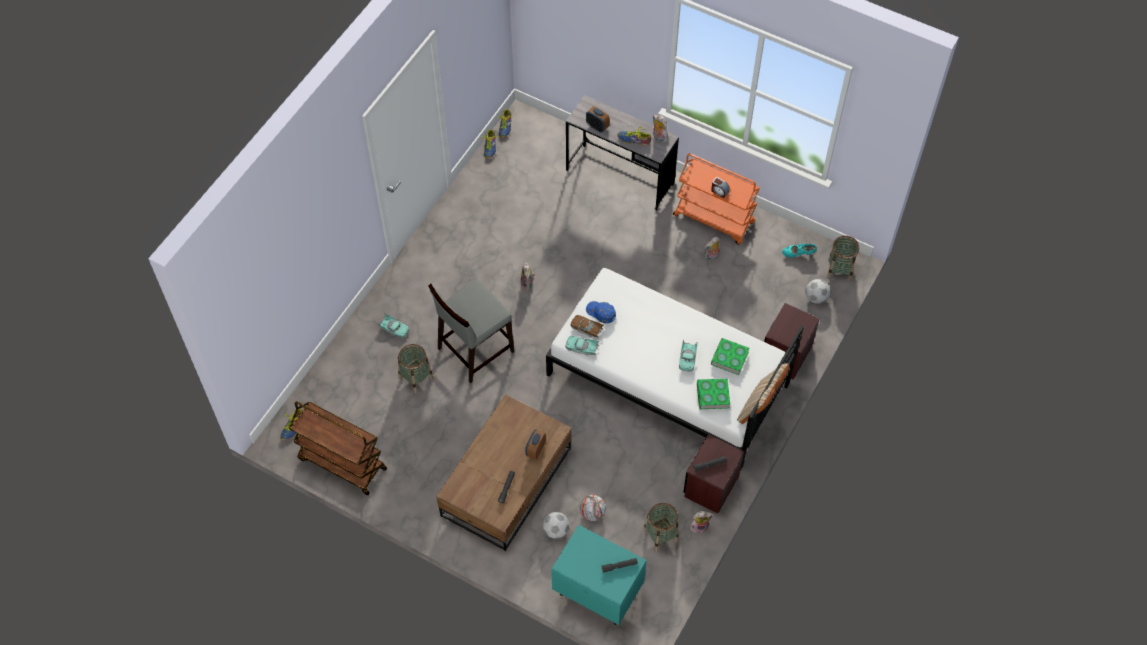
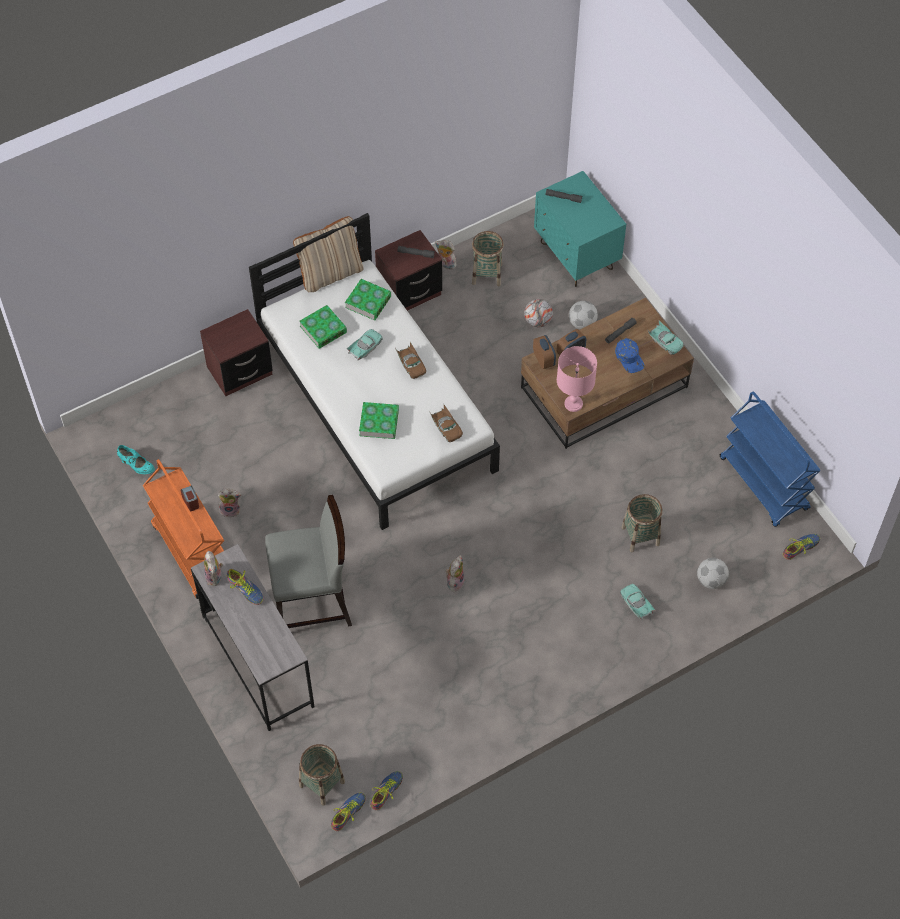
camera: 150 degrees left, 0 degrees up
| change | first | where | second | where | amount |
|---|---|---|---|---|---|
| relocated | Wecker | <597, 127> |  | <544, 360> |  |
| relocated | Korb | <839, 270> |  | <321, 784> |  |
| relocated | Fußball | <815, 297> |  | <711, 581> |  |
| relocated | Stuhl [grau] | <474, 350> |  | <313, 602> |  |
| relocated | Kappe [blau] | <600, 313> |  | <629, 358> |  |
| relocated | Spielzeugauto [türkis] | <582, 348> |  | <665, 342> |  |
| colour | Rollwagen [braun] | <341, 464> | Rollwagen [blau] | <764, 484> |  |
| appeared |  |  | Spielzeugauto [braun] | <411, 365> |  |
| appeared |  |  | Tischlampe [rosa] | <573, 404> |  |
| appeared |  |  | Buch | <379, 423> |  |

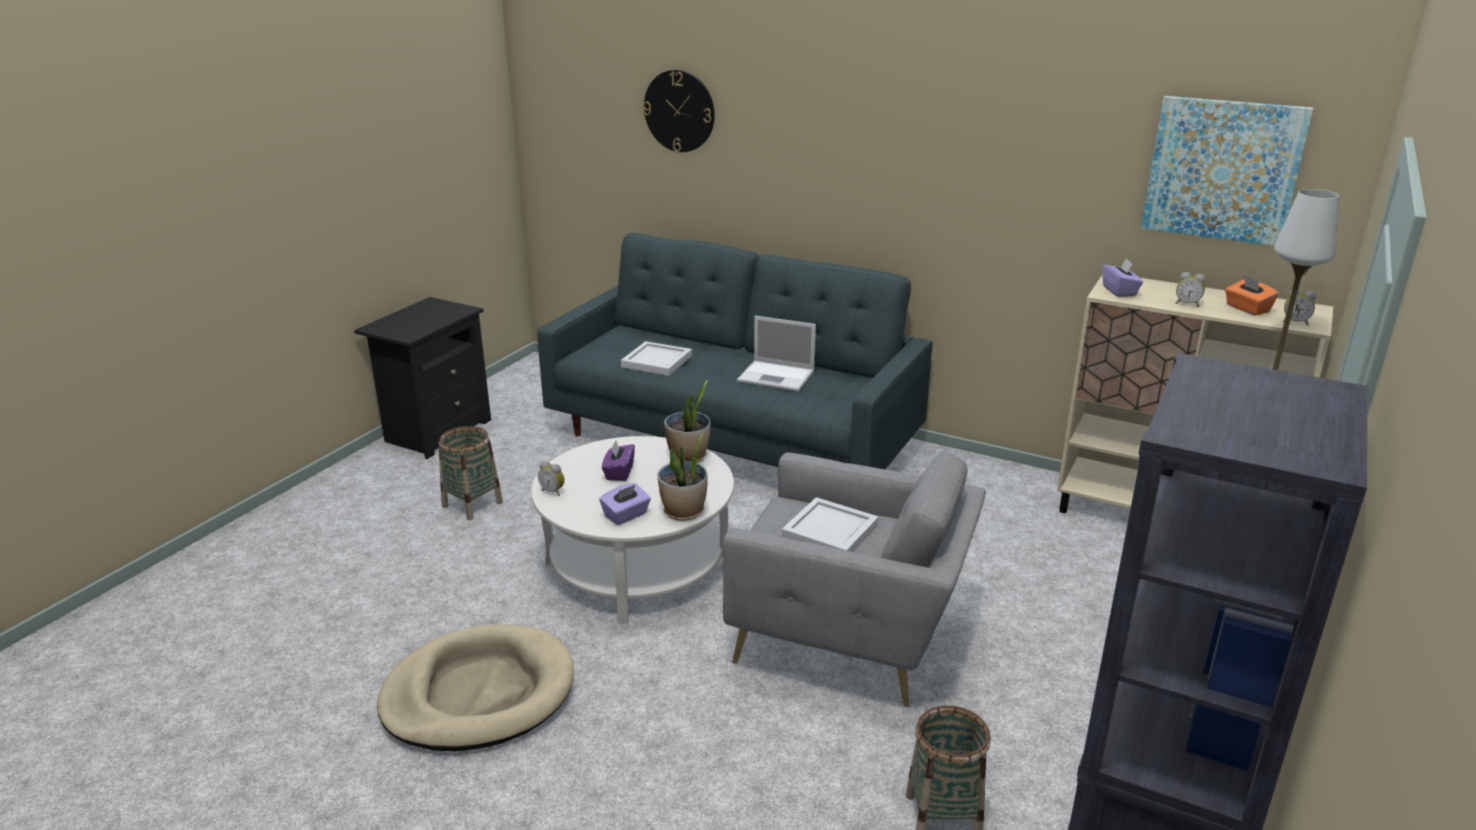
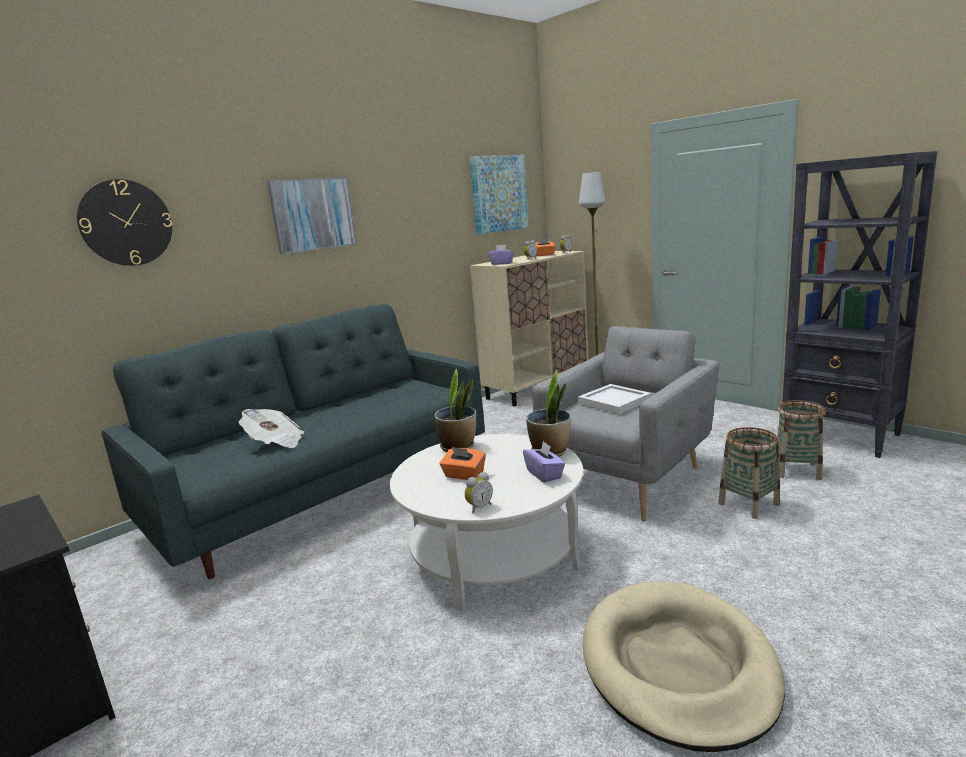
camera: 70 degrees left, 10 degrees down
| change | first | where | second | where | amount |
|---|---|---|---|---|---|
| missing | Laptop | <777, 376> |  |  |  |
| exchanged | Tablett [weiß] | <657, 362> | Zeitung | <275, 442> |  |
| relocated | Korb | <472, 504> |  | <748, 504> |  |
| colour | Taschentuchbox [lila] | <619, 472> | Taschentuchbox [orange] | <464, 475> |  |
| appeared |  |  | Bild | <313, 214> |  |

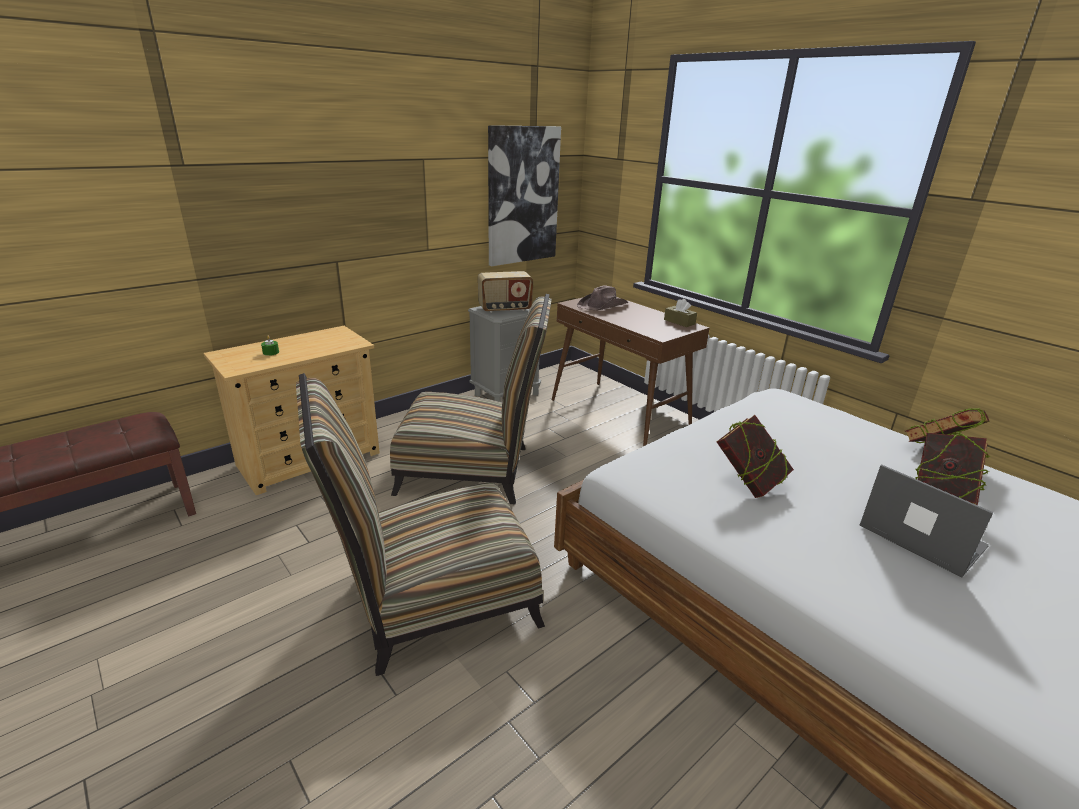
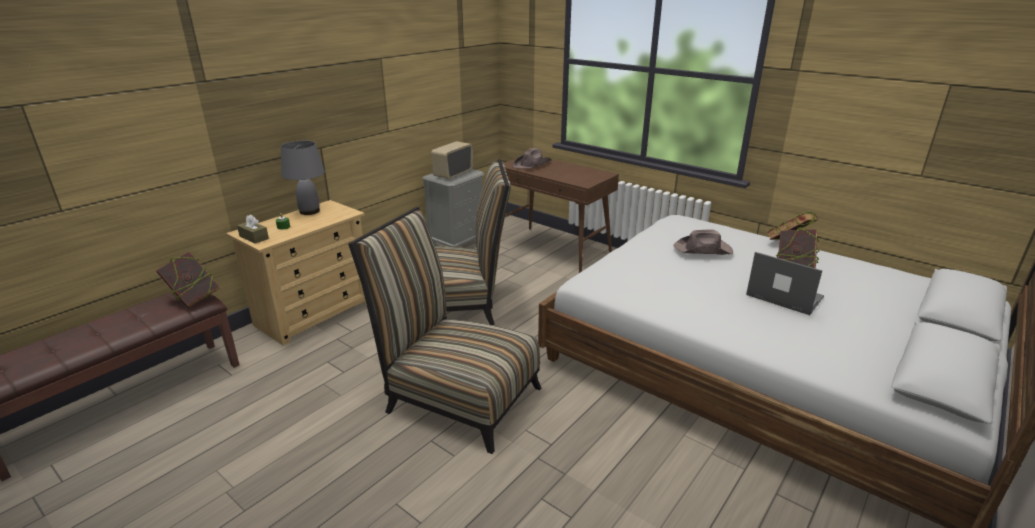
camera: 10 degrees left, 0 degrees up
| change | first | where | second | where | amount |
|---|---|---|---|---|---|
| missing | Bild | <522, 196> |  |  |  |
| spun | Radio | <505, 309> |  | <453, 174> | 150 degrees clockwise |
| relocated | Taschentuchbox [braun] | <679, 322> |  | <254, 237> |  |
| spun | Stuhl | <432, 600> |  | <456, 396> | 60 degrees clockwise |
| relocated | Buch | <748, 483> |  | <194, 299> |  |
| appeared |  |  | Tischlampe [grau] | <310, 211> |  |
| appeared |  |  | Hut [braun] | <703, 250> |  |

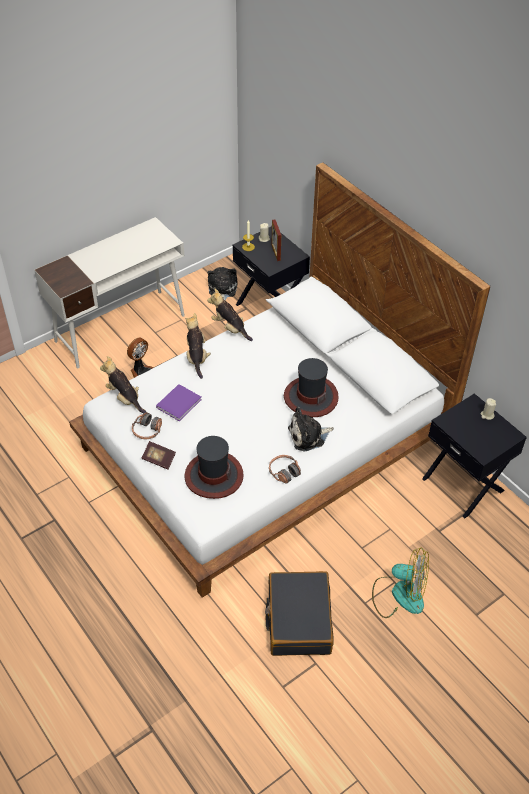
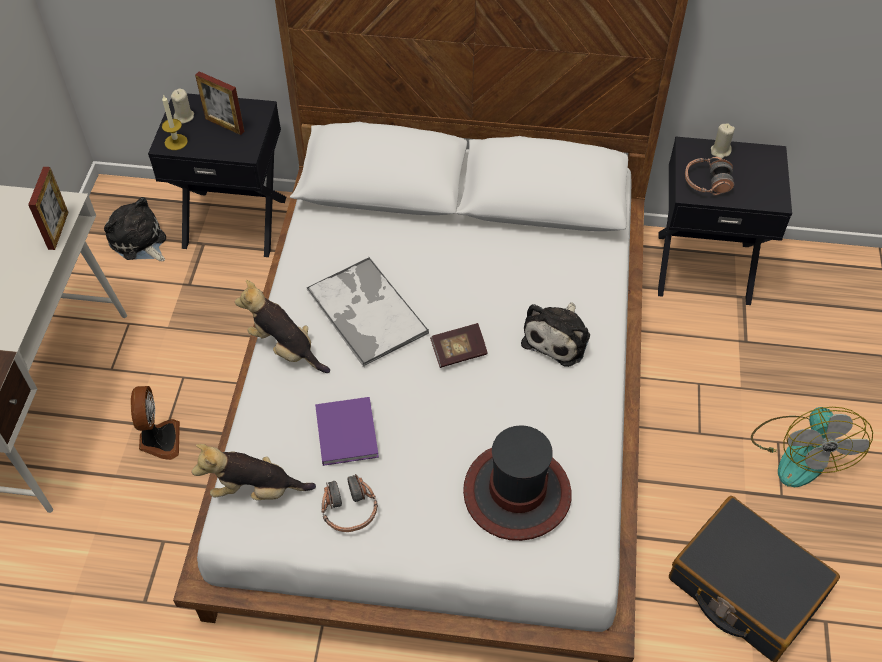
camera: 45 degrees left, 5 degrees up
| change | first | where | second | where | amount |
|---|---|---|---|---|---|
| missing | Plüschtier | <230, 328> |  |  |  |
| missing | Hut | <310, 397> |  |  |  |
| relocated | Buch | <159, 459> |  | <458, 352> |  |
| relocated | Kopfhörer | <284, 472> |  | <707, 183> |  |
| spun | Ventilator | <399, 594> |  | <799, 451> | 120 degrees clockwise |
| appeared |  |  | Bilderrahmen | <58, 230> |  |
| appeared |  |  | Tablett | <366, 311> |  |

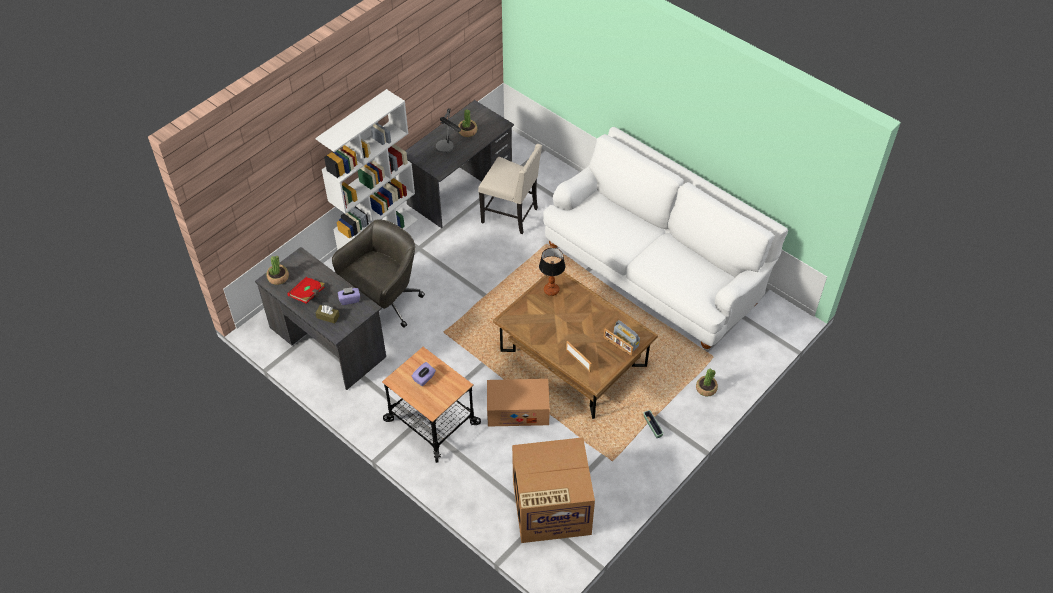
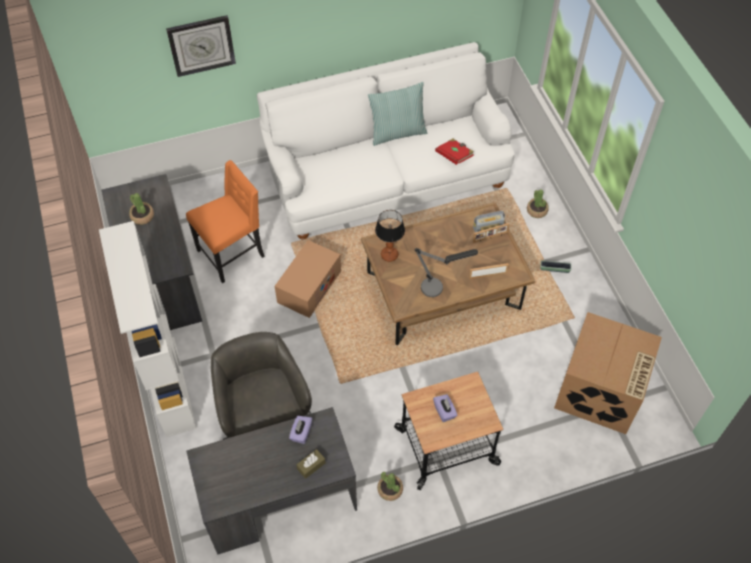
camera: 60 degrees left, 5 degrees up
| change | first | where | second | where | amount |
|---|---|---|---|---|---|
| relocated | Tischlampe | <447, 150> |  | <438, 287> |  |
| colour | Stuhl [beige] | <511, 215> | Stuhl [orange] | <232, 253> |  |
| relocated | Topfpflanze | <278, 277> |  | <390, 489> |  |
| relocated | Buch [rot] | <308, 294> |  | <454, 156> |  |
| relocated | Karton | <518, 410> |  | <309, 286> |  |
| appeared |  |  | Wanduhr | <201, 45> |  |
| appeared |  |  | Kissen | <397, 132> |  |

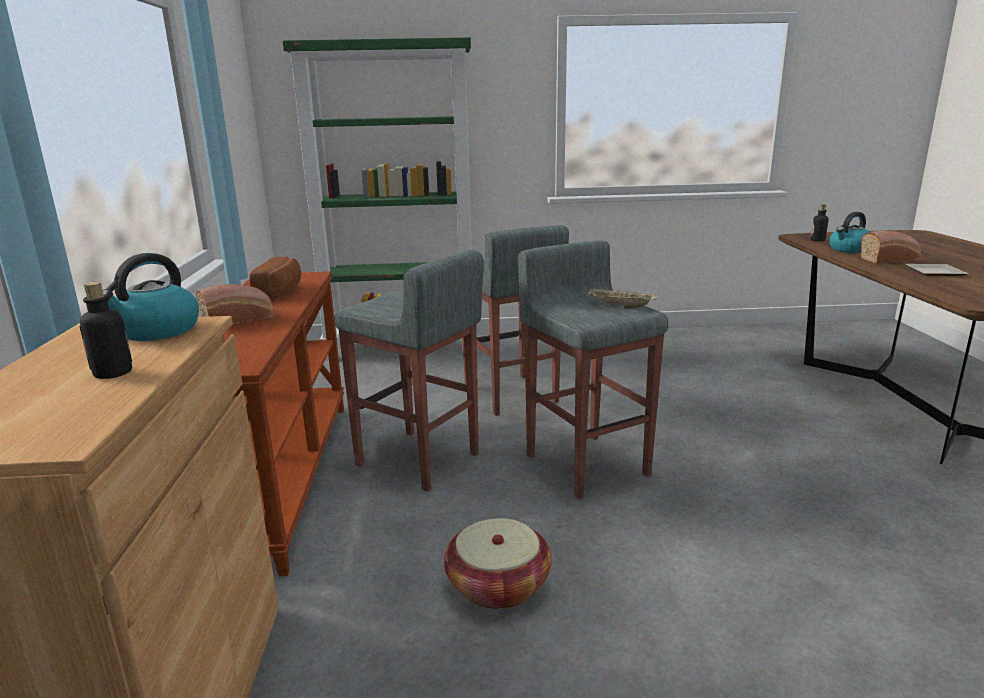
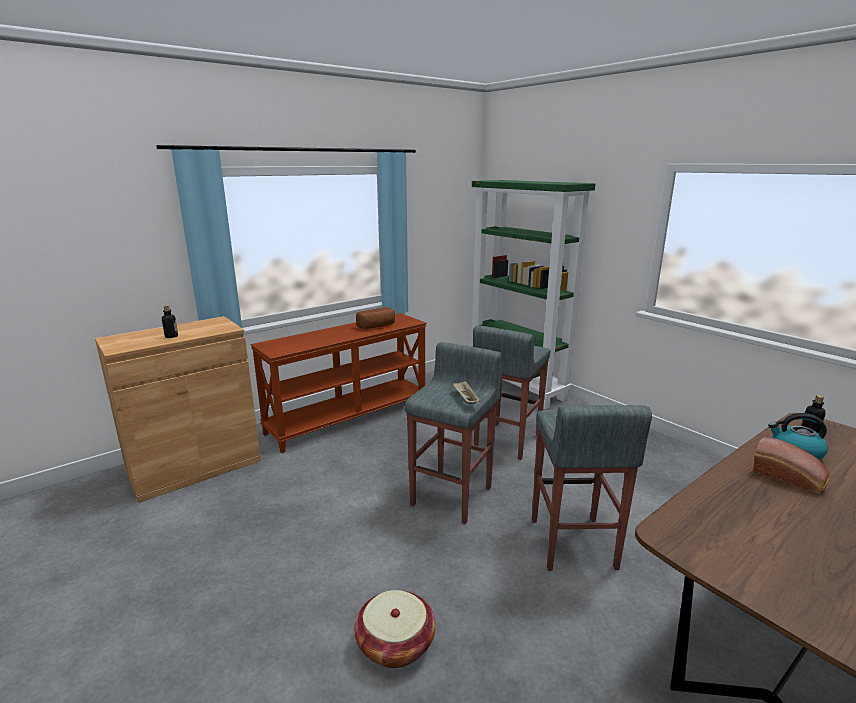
camera: 55 degrees right, 0 degrees up
| change | first | where | second | where | amount |
|---|---|---|---|---|---|
| relocated | Hocker [grau] | <418, 460> |  | <571, 544> |  |
| missing | Wasserkessel | <156, 331> |  |  |  |
| missing | Teller | <932, 272> |  |  |  |
| missing | Brot | <240, 320> |  |  |  |
| relocated | Korb | <498, 585> |  | <395, 644> |  |

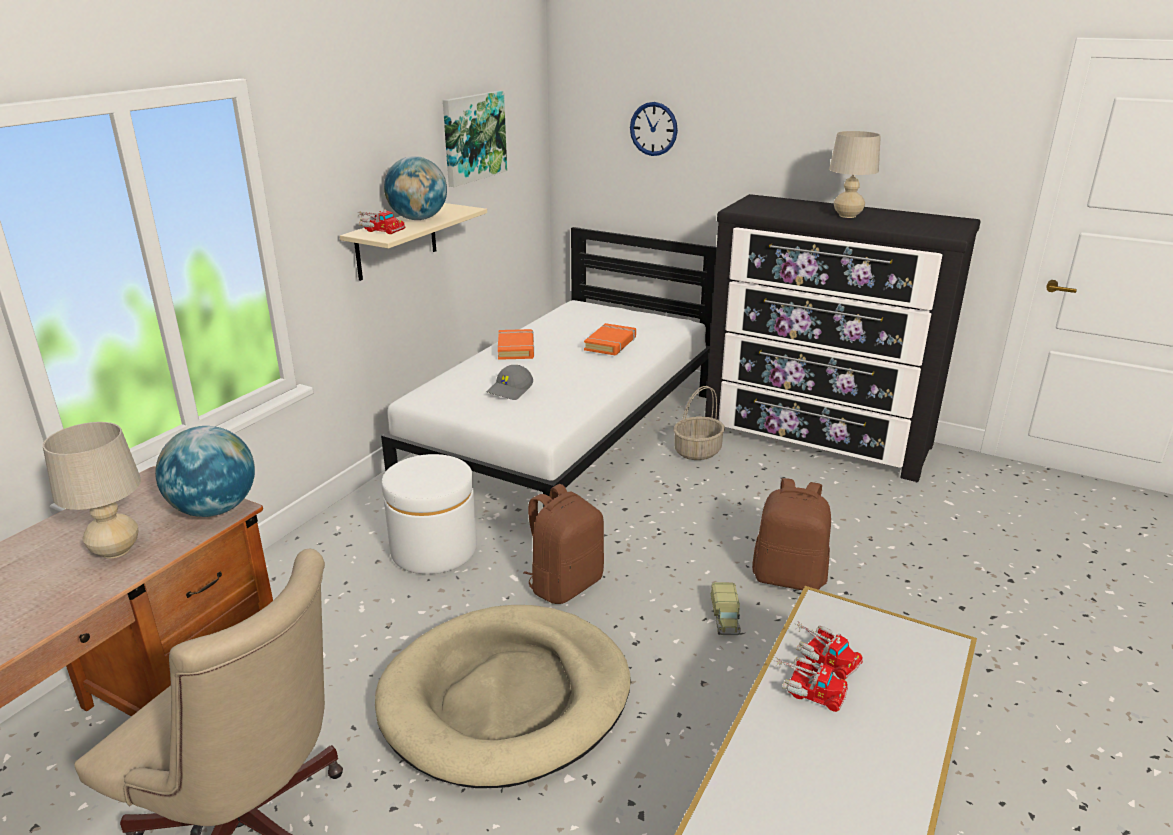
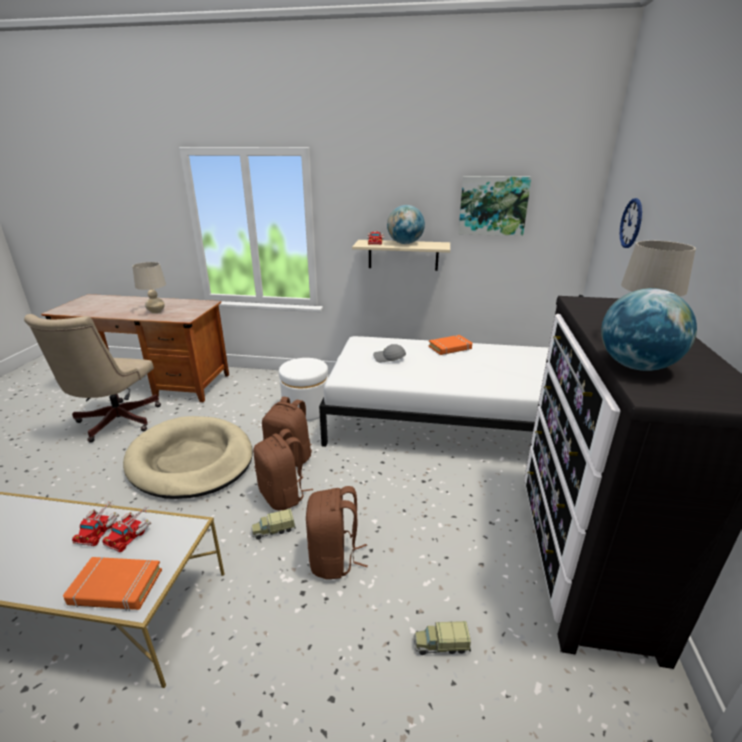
camera: 70 degrees right, 0 degrees up
| change | first | where | second | where | amount |
|---|---|---|---|---|---|
| relocated | Buch [orange] | <611, 344> |  | <115, 588> |  |
| missing | Korb | <697, 451> |  |  |  |
| relocated | Globus | <215, 509> |  | <636, 366> |  |
| appeared |  |  | Rucksack [braun] | <283, 495> |  |
| appeared |  |  | Spielzeuglaster | <441, 645> |  |

